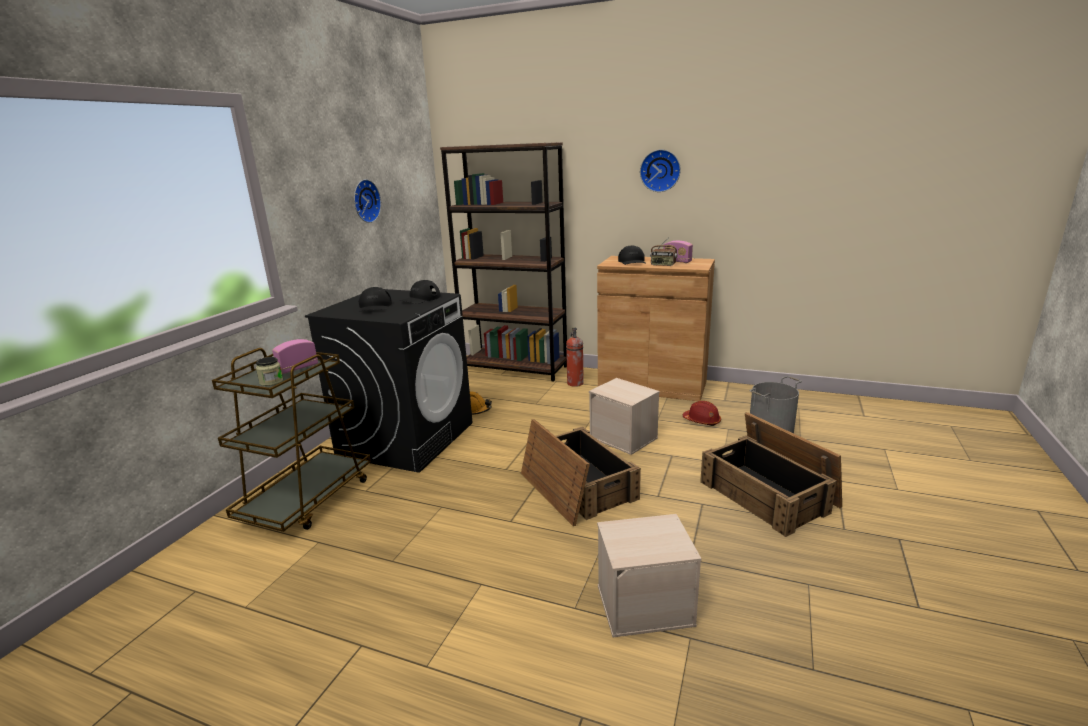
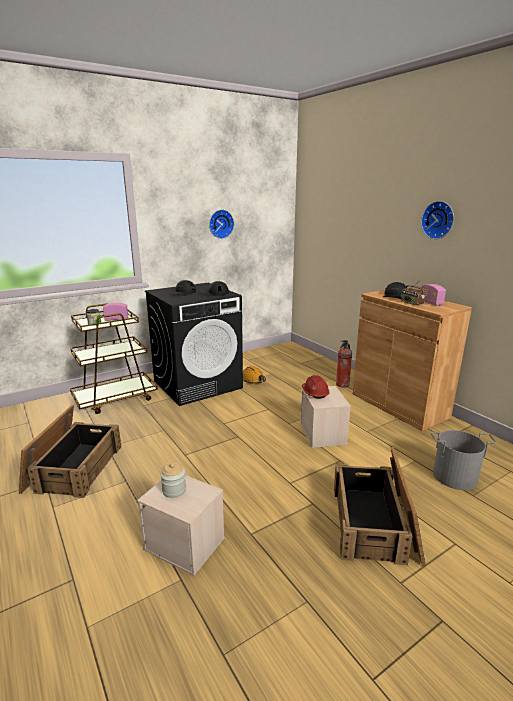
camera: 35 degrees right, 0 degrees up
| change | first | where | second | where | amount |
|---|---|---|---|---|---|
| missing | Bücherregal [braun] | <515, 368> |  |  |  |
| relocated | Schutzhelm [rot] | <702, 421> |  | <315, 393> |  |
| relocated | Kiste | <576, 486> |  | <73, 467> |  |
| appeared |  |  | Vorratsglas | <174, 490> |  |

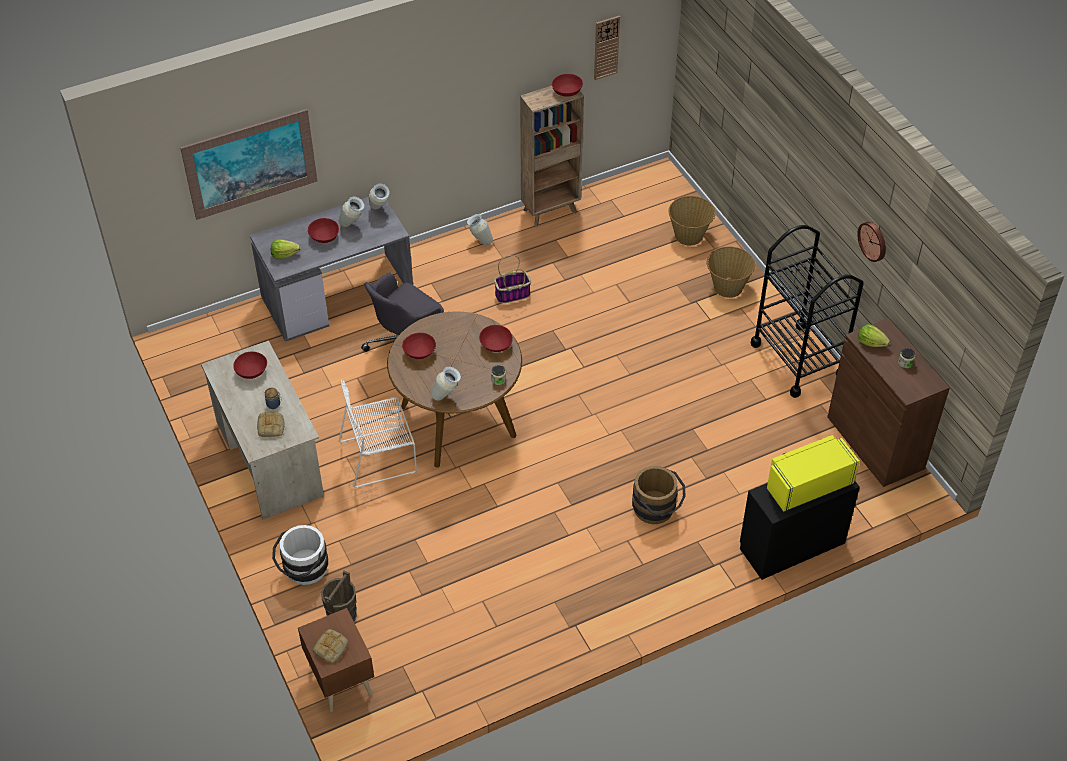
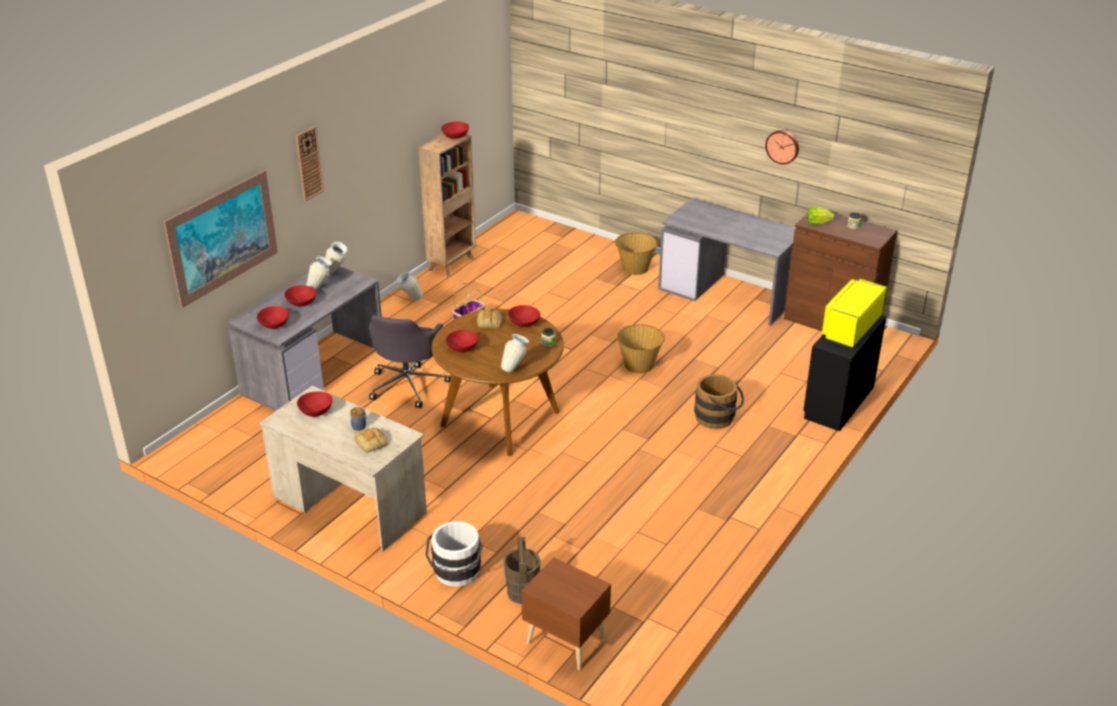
camera: 30 degrees left, 15 degrees down
| change | first | where | second | where | amount |
|---|---|---|---|---|---|
| relocated | Wanduhr | <606, 47> |  | <309, 163> |  |
| relocated | Korb | <689, 235> |  | <639, 365> |  |
| exchanged | Rollwagen [schwarz] | <798, 359> | Schreibtisch [grau] | <728, 293> |  |
| exchanged | Salatkopf | <284, 254> | Schüssel [rot] | <274, 324> |  |
| missing | Stuhl [weiß] | <380, 456> |  |  |  |
| relocated | Brot | <331, 648> |  | <489, 322> |  |

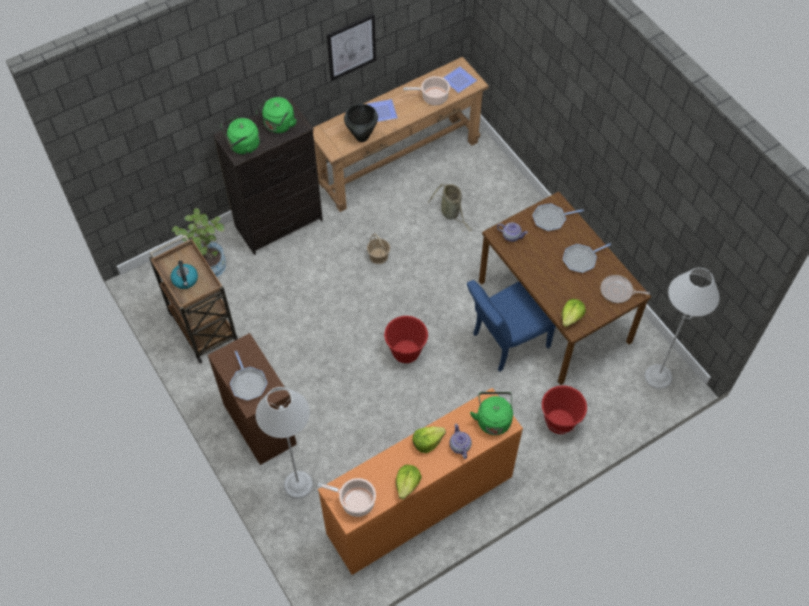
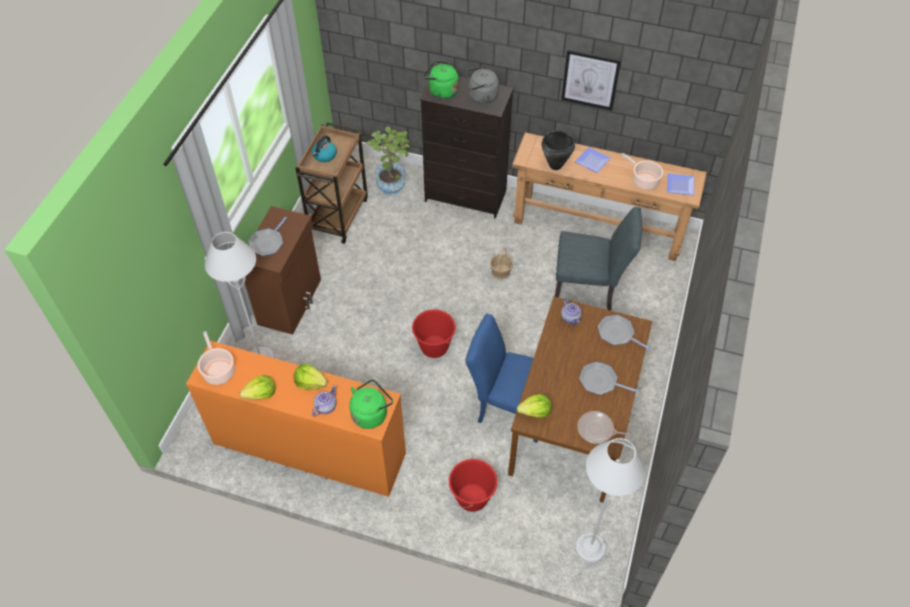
camera: 50 degrees right, 5 degrees down
| change | first | where | second | where | amount |
|---|---|---|---|---|---|
| colour | Wasserkessel [grün] | <278, 125> | Wasserkessel [grau] | <481, 97> |  |
| exchanged | Korb | <451, 213> | Stuhl [grau] | <589, 290> |  |
| spun | Pfanne | <618, 291> |  | <597, 430> | 45 degrees counterclockwise |

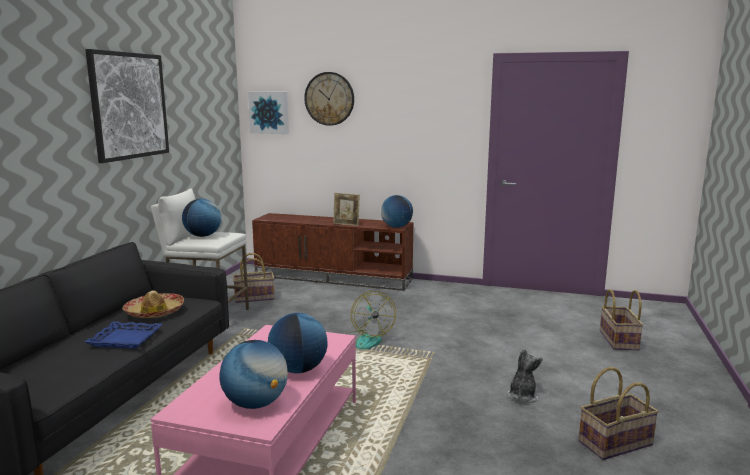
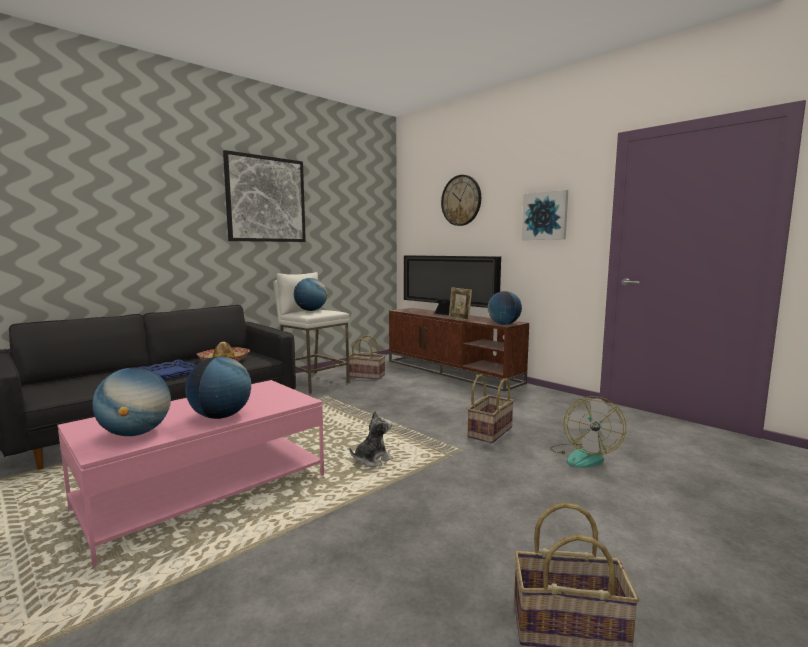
camera: 30 degrees right, 5 degrees down
| change | first | where | second | where | amount |
|---|---|---|---|---|---|
| relocated | Bild | <269, 112> |  | <545, 216> |  |
| relocated | Korb | <617, 340> |  | <489, 432> |  |
| relocated | Ventilator | <366, 339> |  | <583, 456> |  |
| relocated | Plüschtier | <522, 395> |  | <372, 460> |  |
| appeared |  |  | Fernseher | <447, 314> |  |

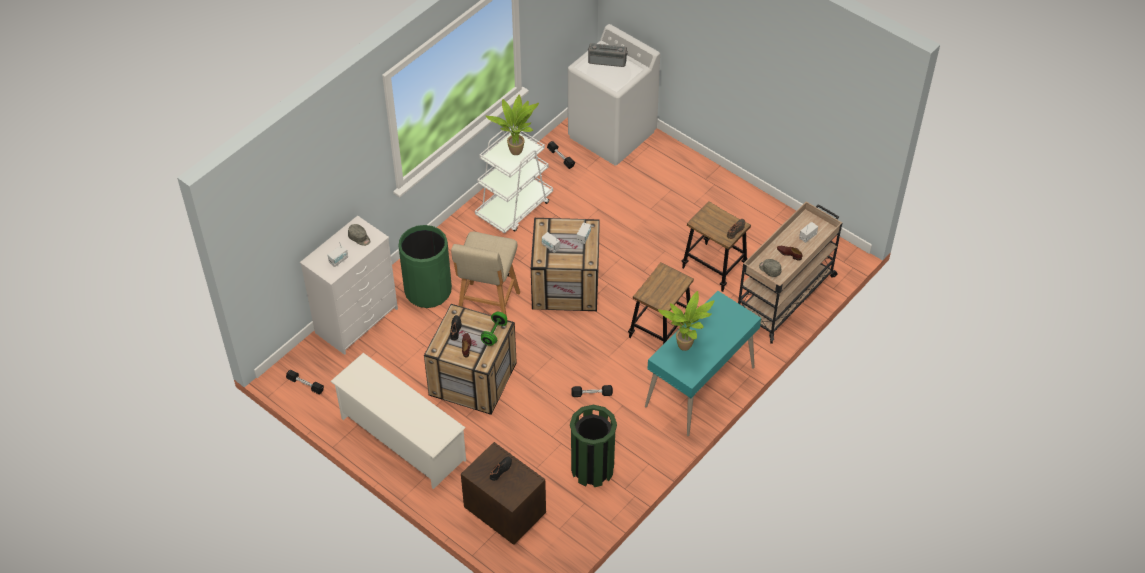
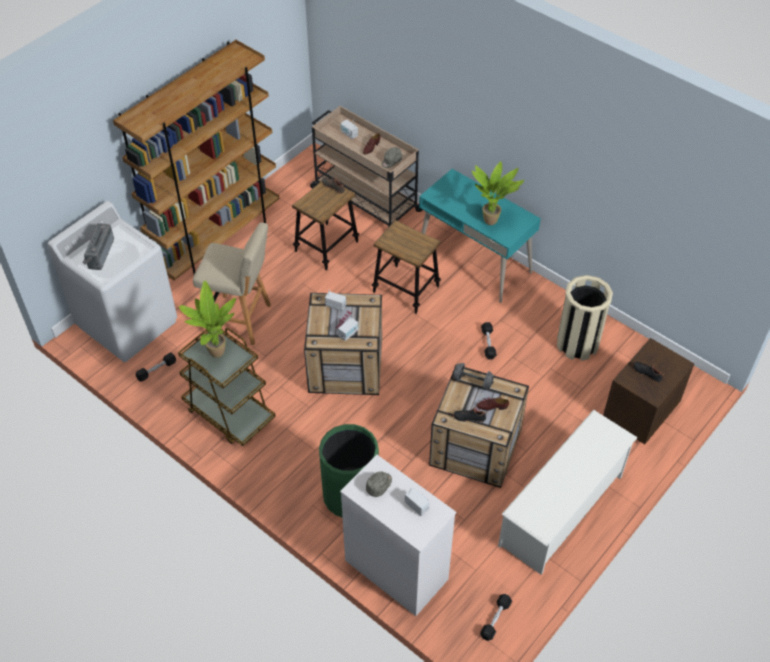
camera: 90 degrees left, 0 degrees up
| change | first | where | second | where | amount |
|---|---|---|---|---|---|
| colour | Rollwagen [weiß] | <514, 208> | Rollwagen [braun] | <229, 413> |  |
| relocated | Hocker [beige] | <487, 307> |  | <241, 320> |  |
| colour | Hantel [grün] | <494, 333> | Hantel [grau] | <472, 381> |  |
| colour | Mülleimer [grün] | <592, 469> | Mülleimer [beige] | <577, 344> |  |
| appeared |  |  | Bücherregal [braun] | <217, 239> |  |

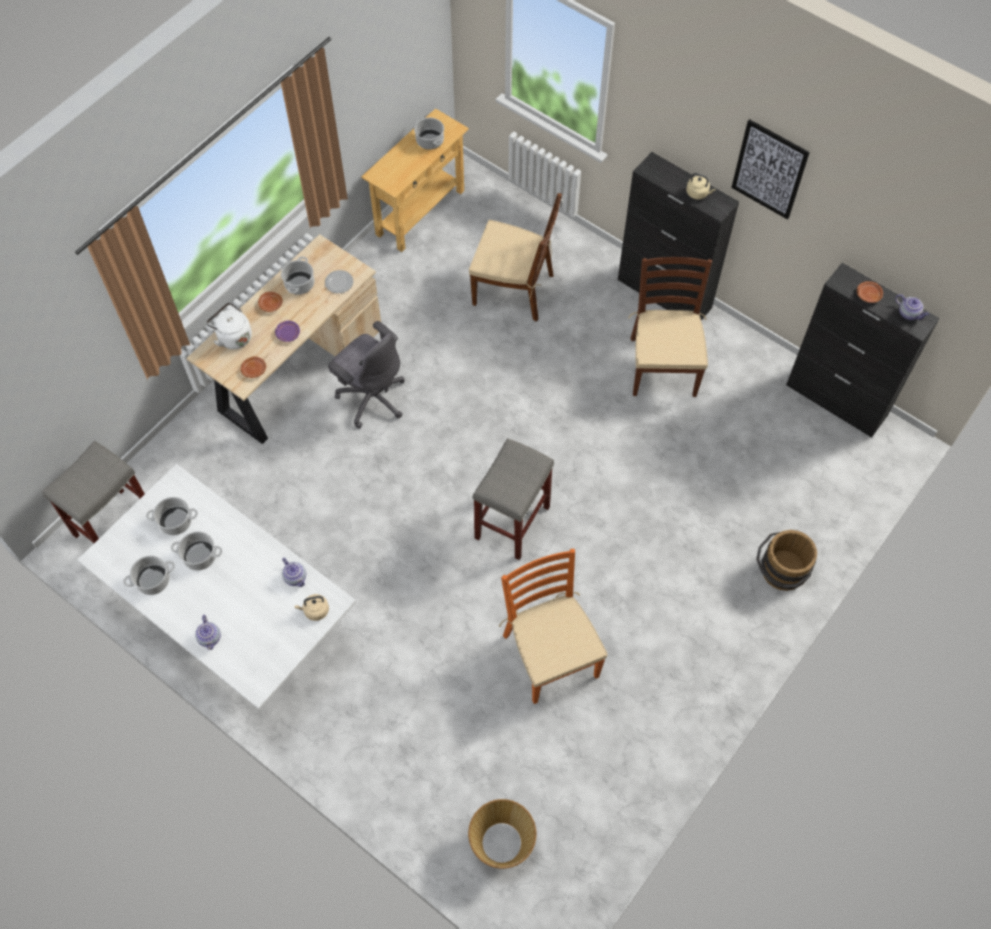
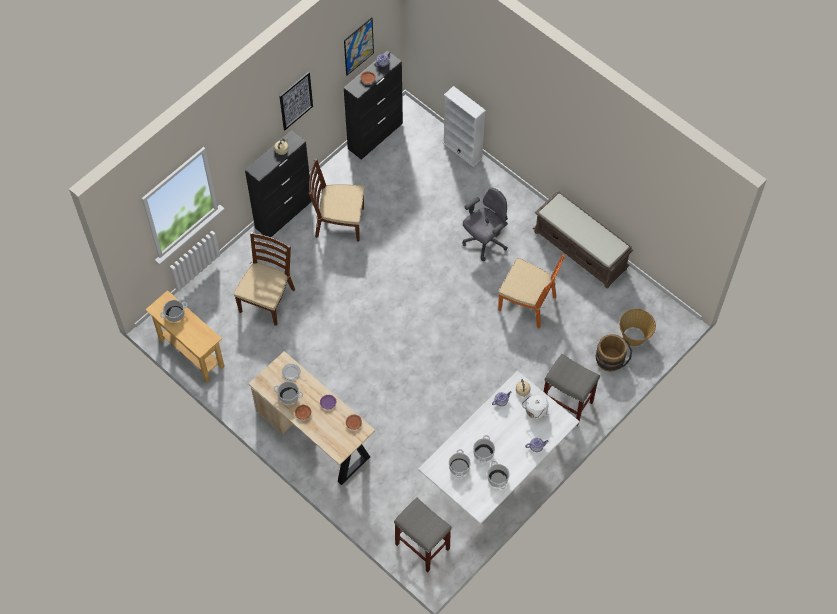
camera: 85 degrees left, 0 degrees up
| change | first | where | second | where | amount |
|---|---|---|---|---|---|
| relocated | Wasserkessel [weiß] | <233, 336> |  | <535, 411> |  |
| relocated | Bürostuhl [grau] | <371, 397> |  | <484, 241> |  |
| relocated | Hocker [grau] | <512, 523> |  | <568, 403> |  |
| relocated | Eimer [braun] | <780, 573> |  | <611, 361> |  |
| spun | Stuhl [orange] | <550, 655> |  | <528, 303> | 135 degrees counterclockwise |
| appeared |  |  | Bild | <358, 46> |  |
| appeared |  |  | Bücherregal [weiß] | <462, 150> |  |
| appeared |  |  | Bank [braun] | <581, 250> |  |

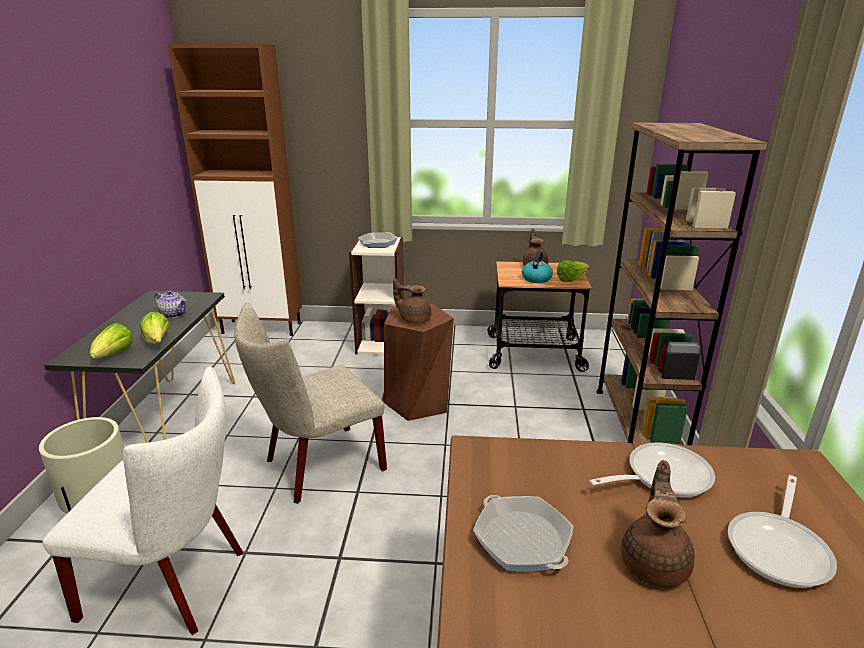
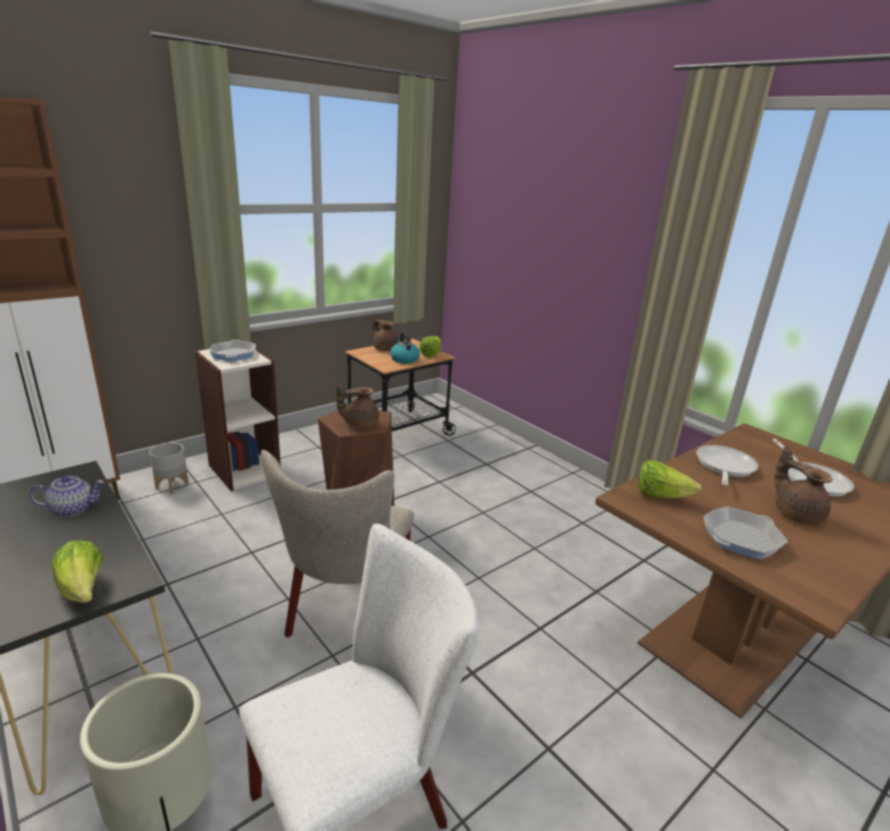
camera: 45 degrees left, 0 degrees up
| change | first | where | second | where | amount |
|---|---|---|---|---|---|
| missing | Bücherregal [braun] | <637, 425> |  |  |  |
| relocated | Salatkopf | <158, 342> |  | <660, 496> |  |
| spun | Pfanne | <522, 540> |  | <741, 538> | 135 degrees clockwise |
| appeared |  |  | Pflanzkübel [grau] | <172, 486> |  |

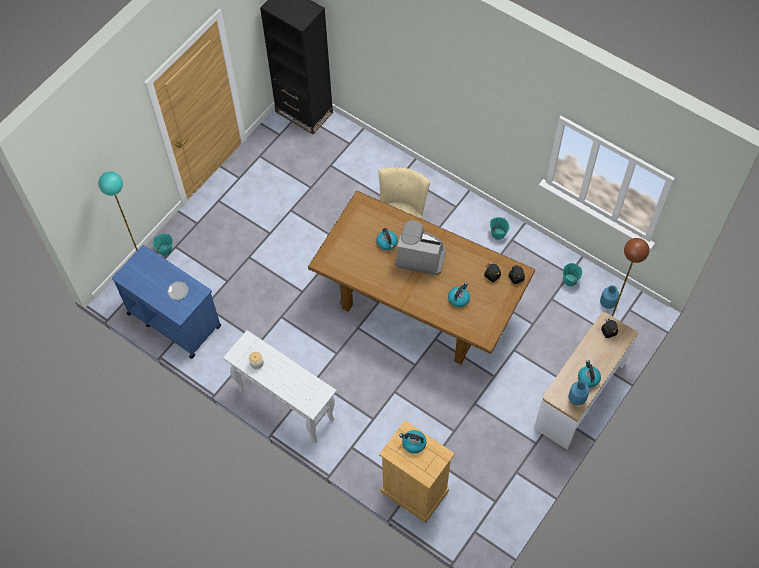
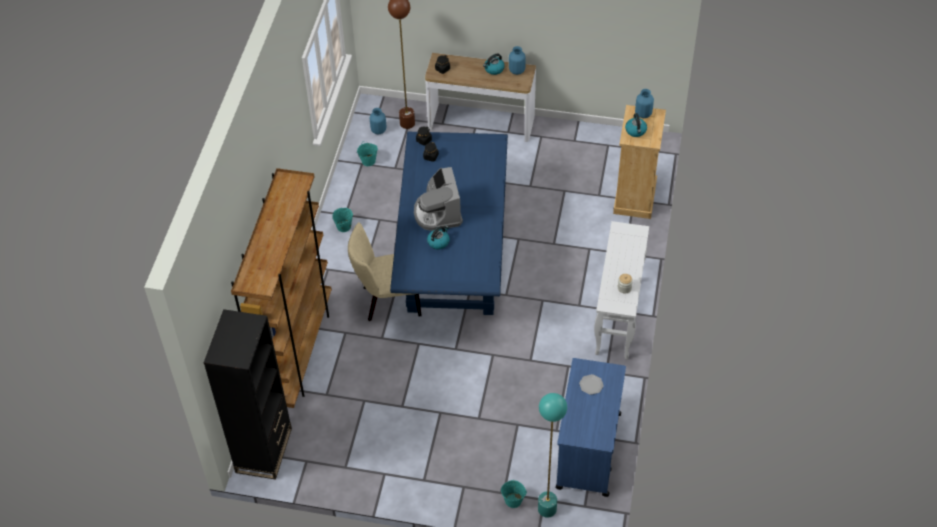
camera: 115 degrees left, 10 degrees down
| change | first | where | second | where | amount |
|---|---|---|---|---|---|
| colour | Esstisch [braun] | <418, 304> | Esstisch [blau] | <454, 259> |  |
| missing | Wasserkessel | <458, 298> |  |  |  |
| appeared |  |  | Vase [blau] | <643, 114> |  |
| appeared |  |  | Bücherregal [braun] | <297, 352> |  |

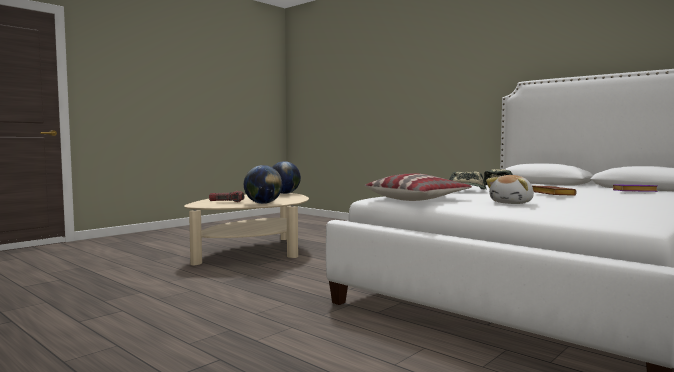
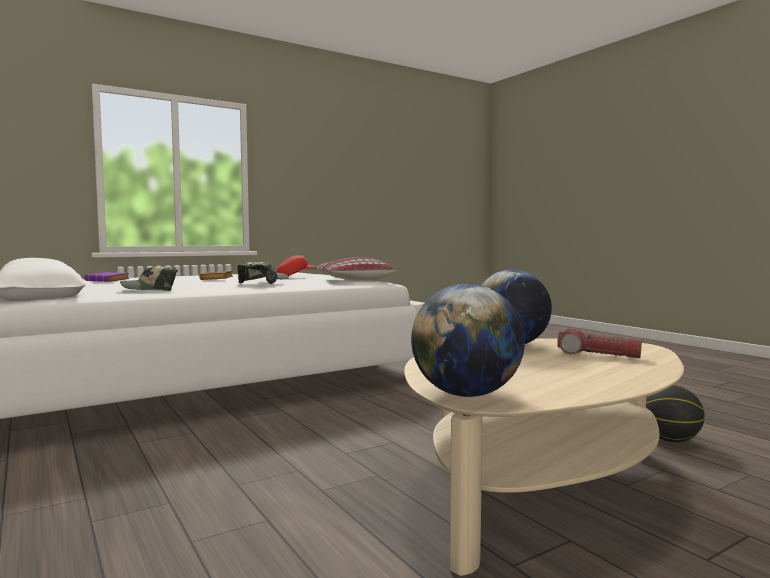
camera: 165 degrees left, 0 degrees up
| change | first | where | second | where | amount |
|---|---|---|---|---|---|
| exchanged | Plüschtier | <512, 203> | Kappe [rot] | <294, 277> |  |
| appeared |  |  | Basketball | <670, 440> |  |

